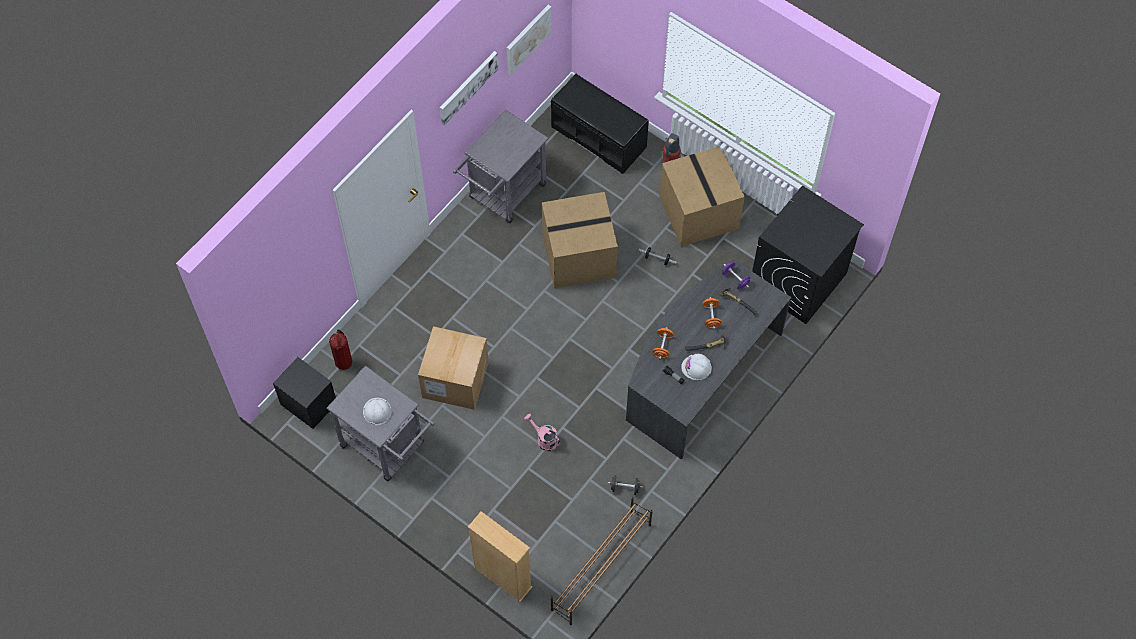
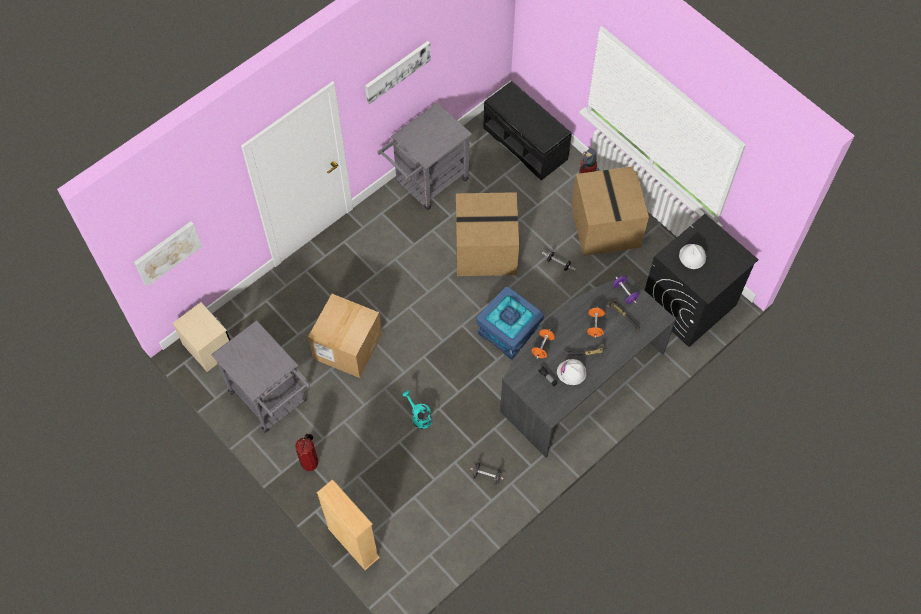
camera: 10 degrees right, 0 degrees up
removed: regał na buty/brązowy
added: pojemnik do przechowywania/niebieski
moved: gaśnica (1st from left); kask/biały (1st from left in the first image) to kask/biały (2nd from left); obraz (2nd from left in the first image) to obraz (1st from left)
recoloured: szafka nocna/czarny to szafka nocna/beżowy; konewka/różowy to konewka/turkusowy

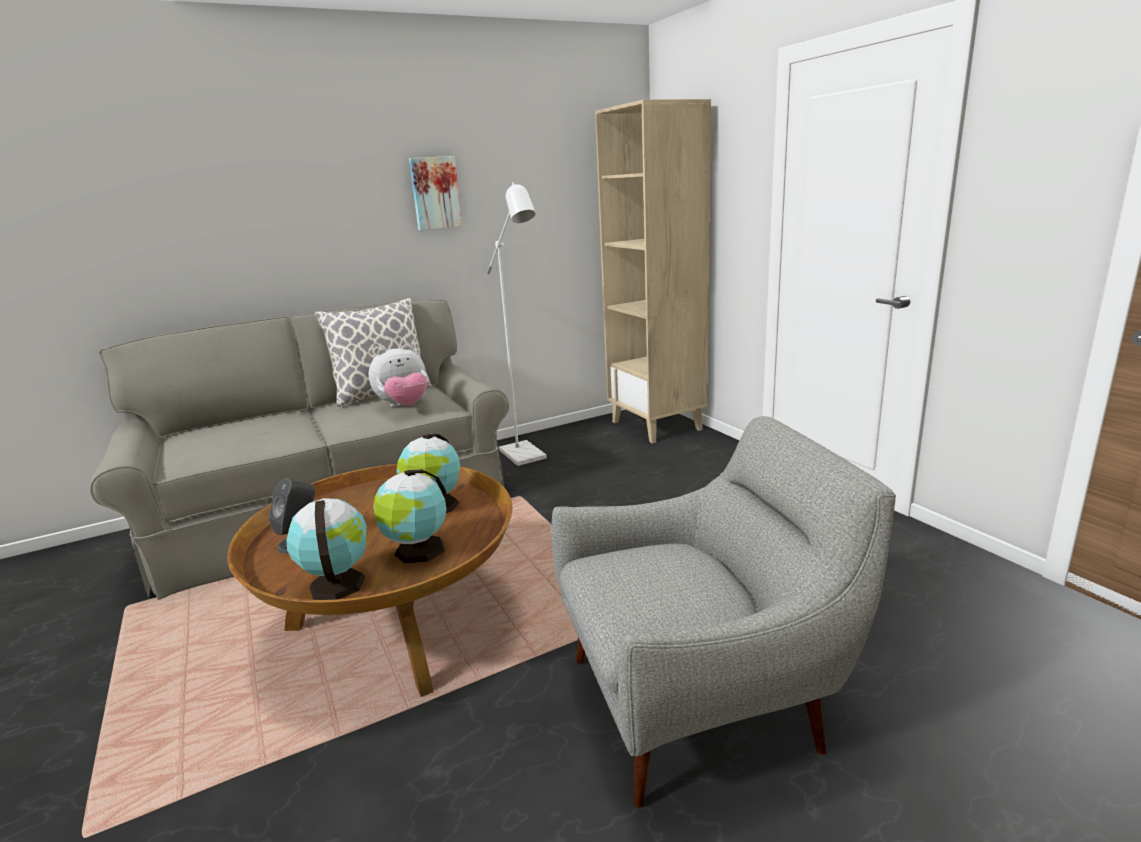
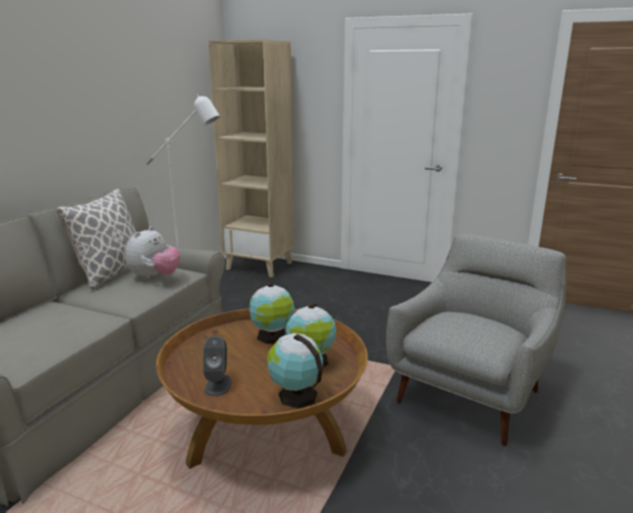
camera: 40 degrees left, 0 degrees up
removed: obraz

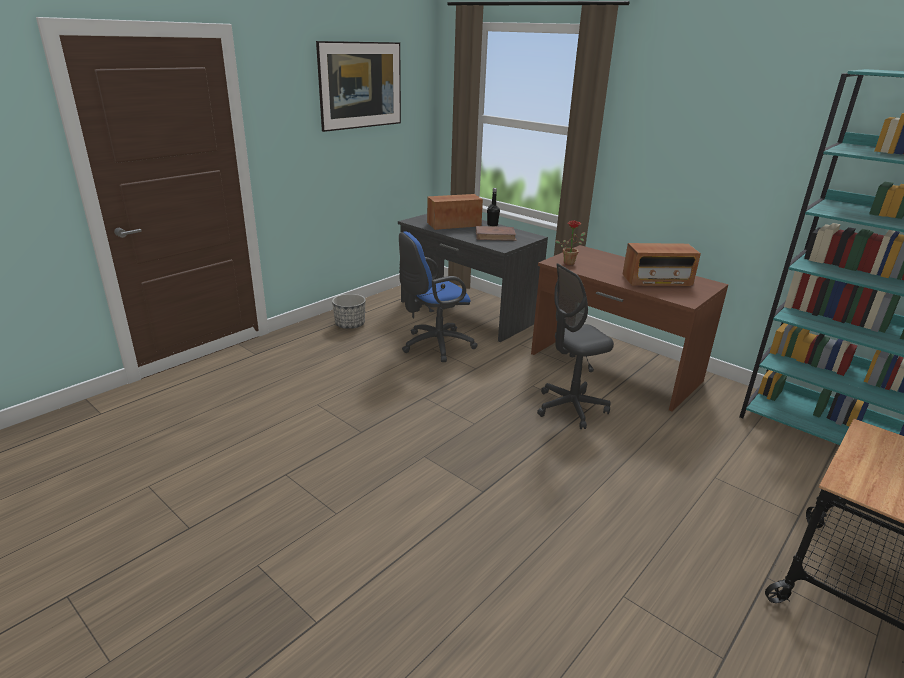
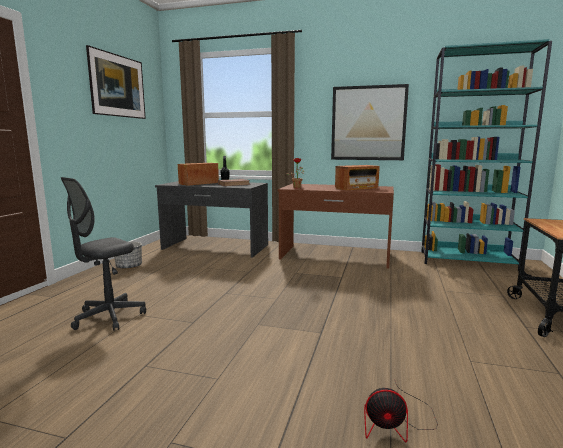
camera: 25 degrees left, 15 degrees down
removed: krzesło biurowe/niebieski
added: obraz (2nd from left); wentylator
moved: krzesło biurowe/szary

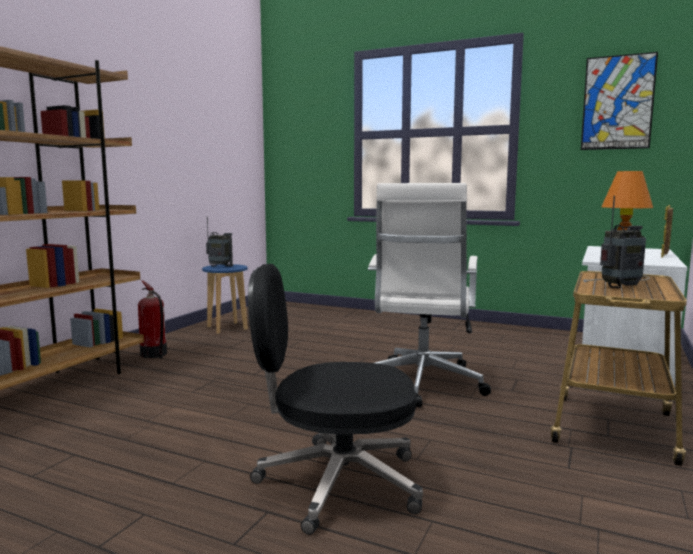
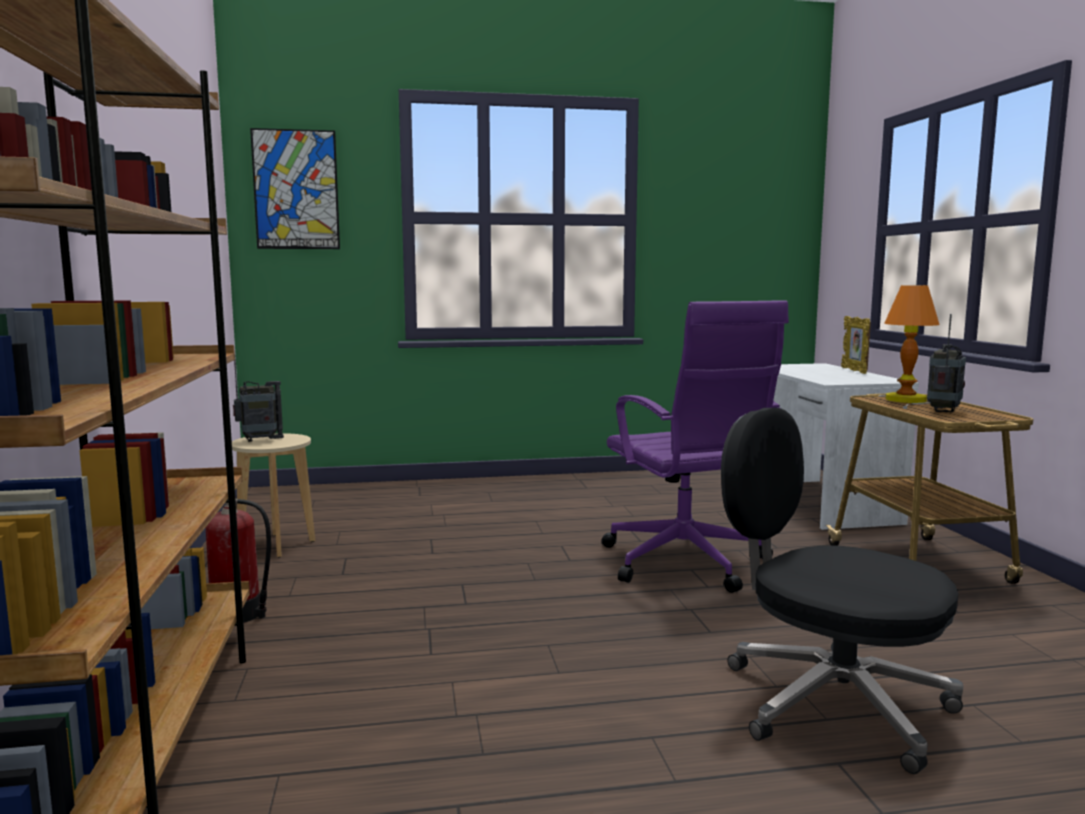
camera: 35 degrees left, 0 degrees up
moved: obraz
recoloured: stołek/niebieski to stołek/beżowy; krzesło biurowe/biały to krzesło biurowe/fioletowy
turned: krzesło biurowe/czarny 75 degrees clockwise

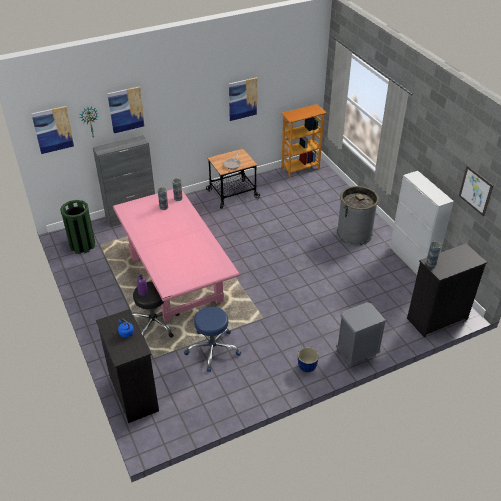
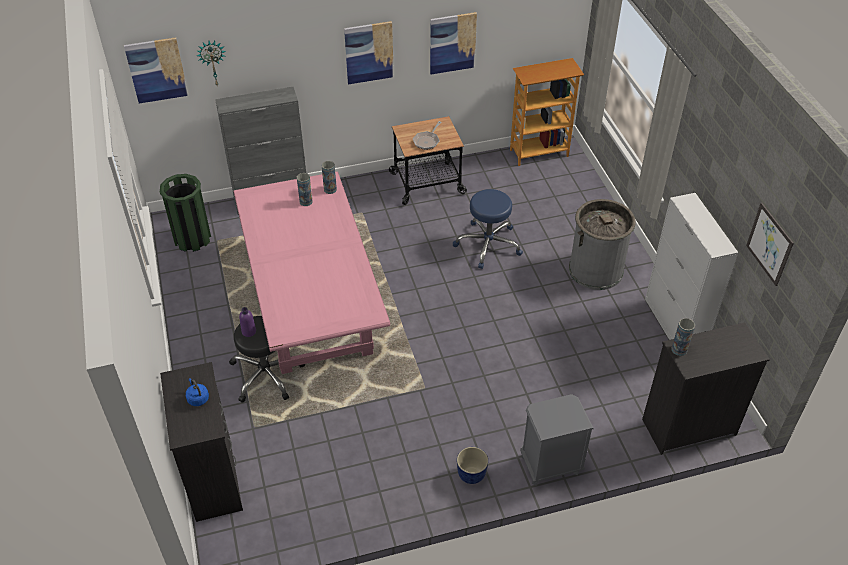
camera: 10 degrees right, 5 degrees up
moved: obraz (2nd from left); stołek/niebieski

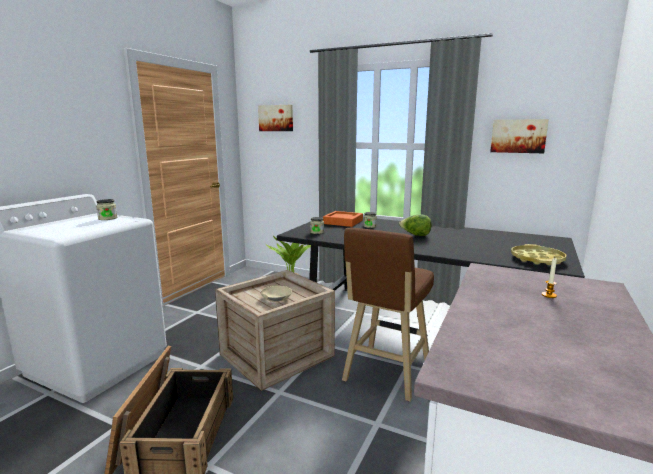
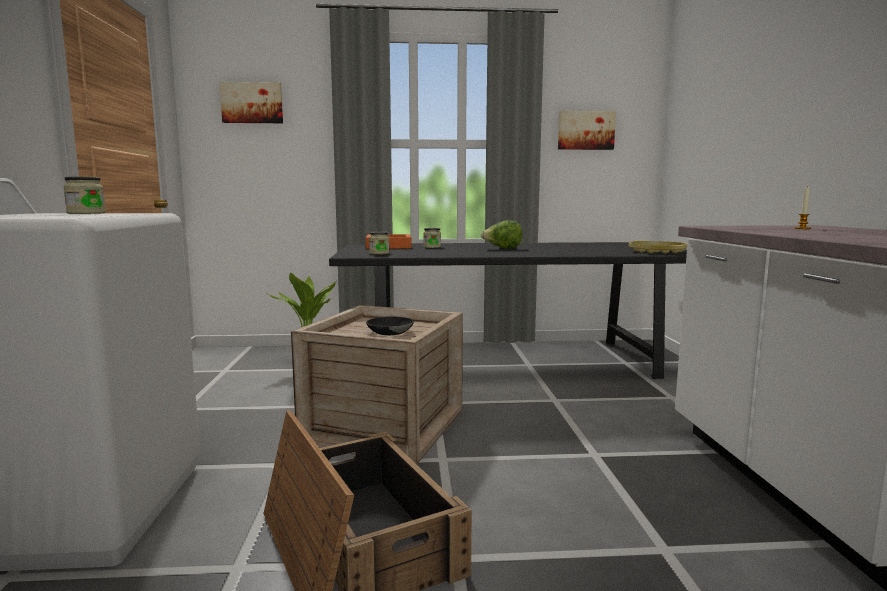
camera: 30 degrees left, 5 degrees down
removed: stołek/brązowy
recoloured: miska/beżowy to miska/czarny

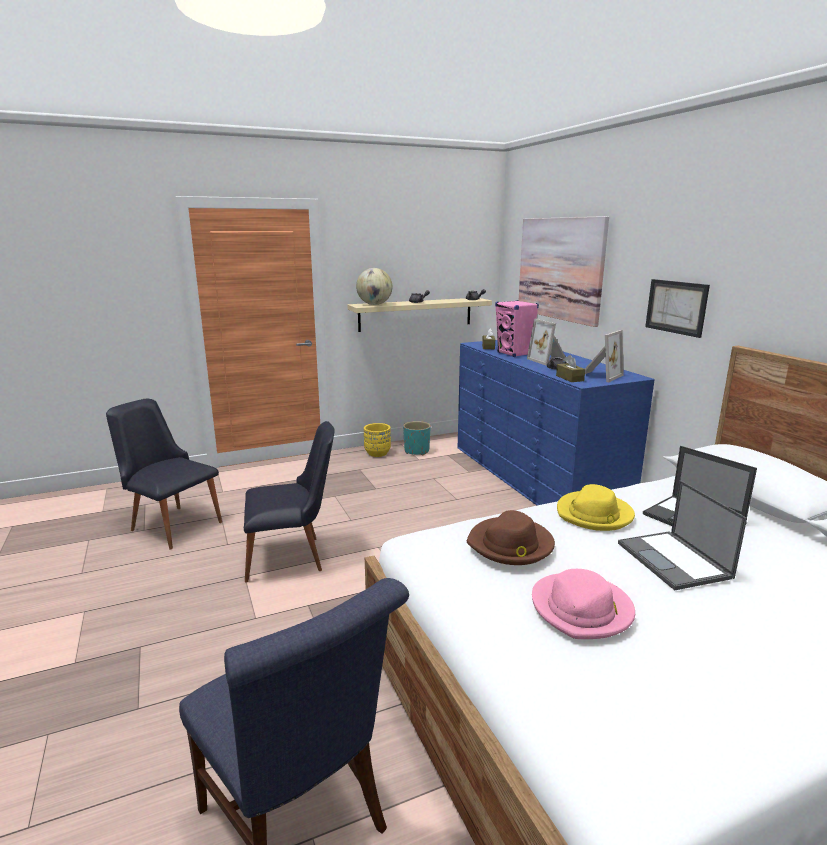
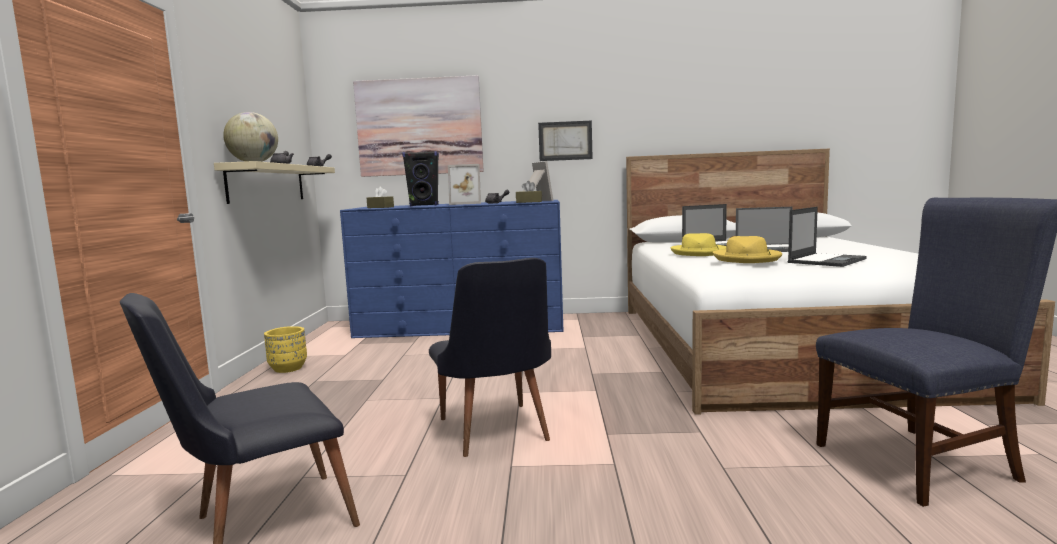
camera: 65 degrees left, 10 degrees down
removed: donica/turkusowy
replaced: kapelusz/różowy to laptop (3rd from left)
recoloured: kapelusz/brązowy to kapelusz/żółty (2nd from left); głośnik/różowy to głośnik/czarny
turned: krzesło/czarny (2nd from left) 150 degrees clockwise

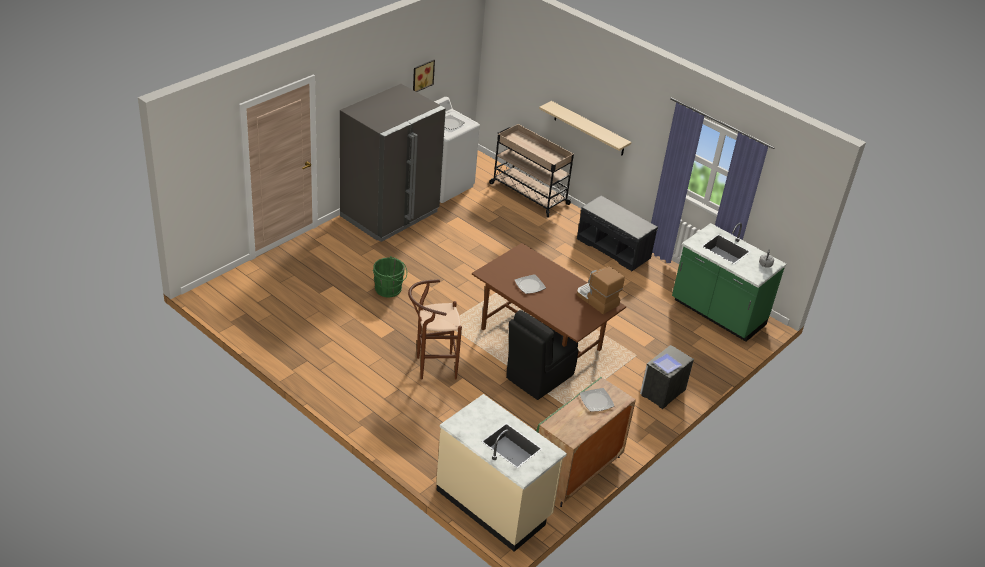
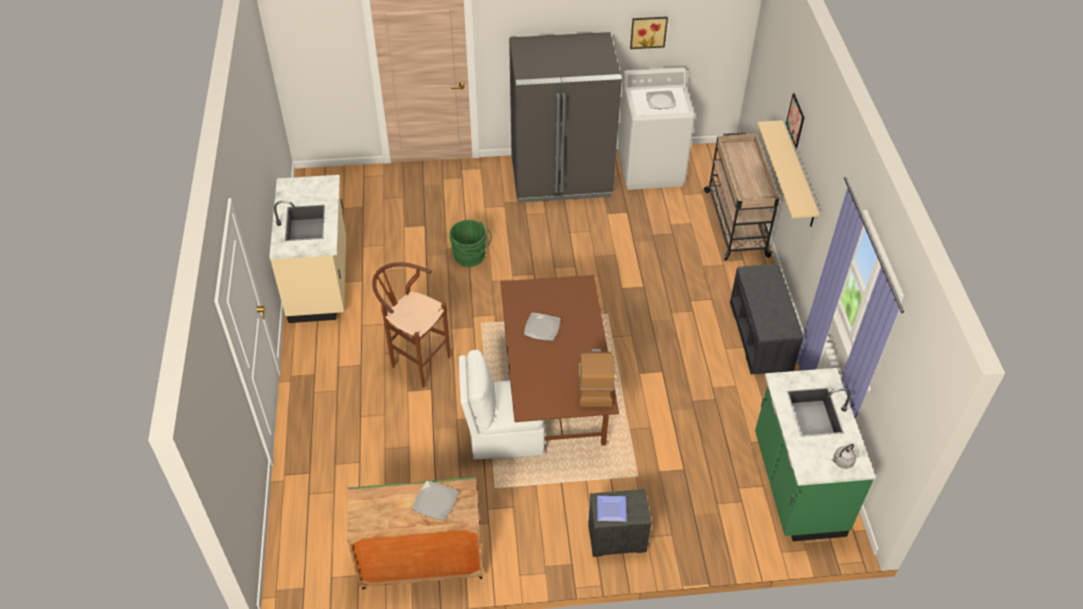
camera: 45 degrees right, 10 degrees up
added: obraz (2nd from left)
moved: zabudowa kuchenna/beżowy
recoloured: krzesło/czarny to krzesło/biały

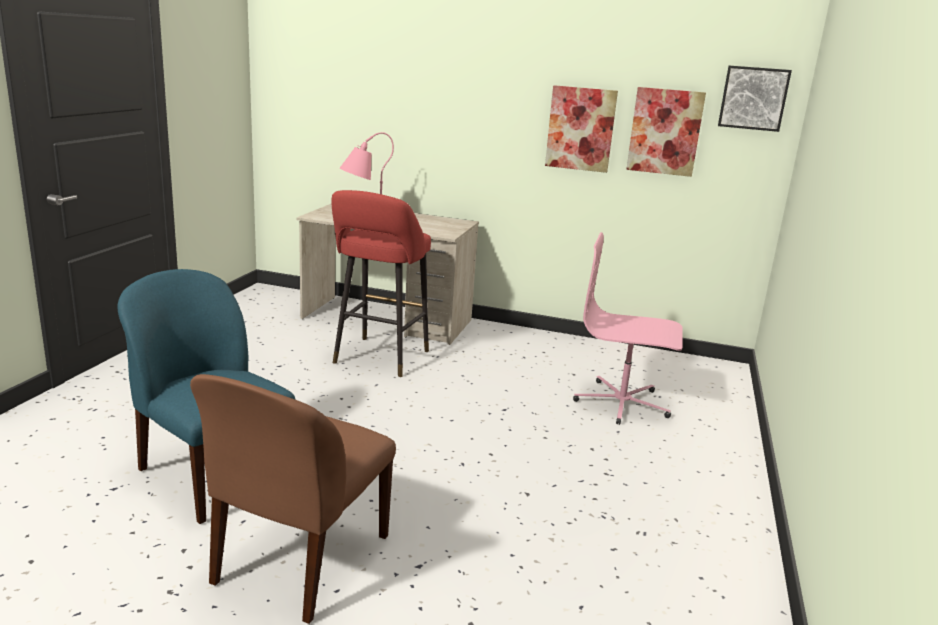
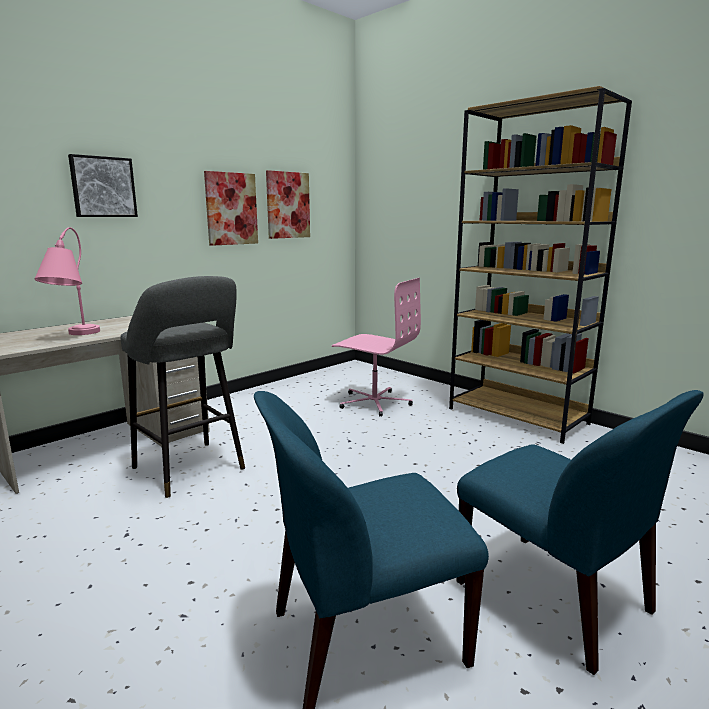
camera: 60 degrees left, 5 degrees down
added: regał/brązowy
moved: obraz (3rd from left in the first image) to obraz (1st from left)
recoloured: krzesło/brązowy to krzesło/niebieski (2nd from left); stołek/czerwony to stołek/szary
turned: krzesło biurowe/różowy 105 degrees counterclockwise

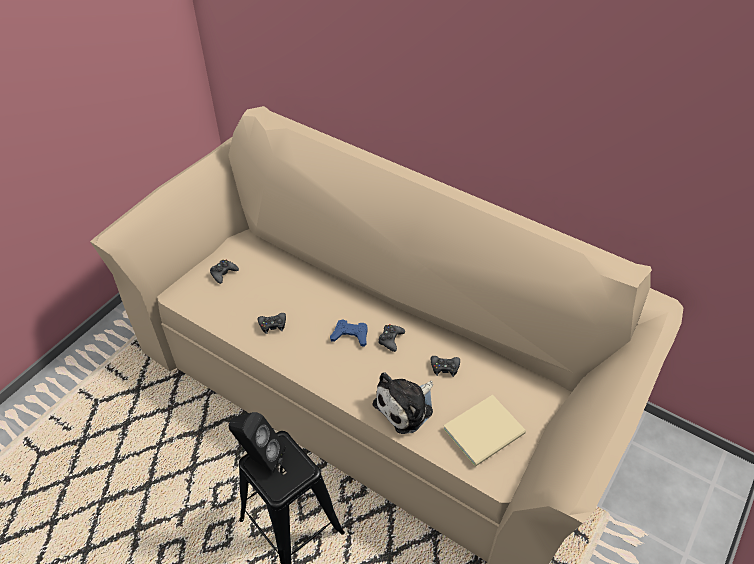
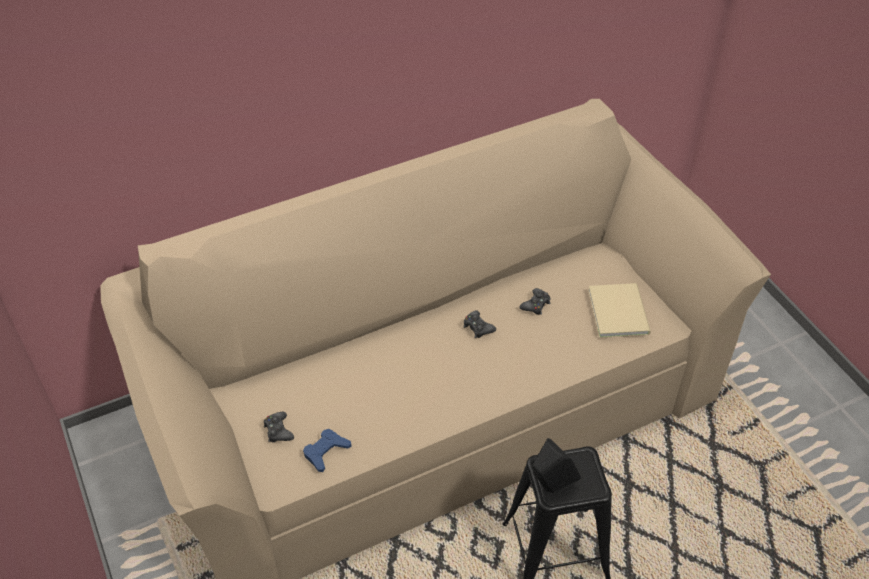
camera: 60 degrees left, 0 degrees up
removed: pad do gier/czarny (2nd from left); pluszak
moved: pad do gier/niebieski

